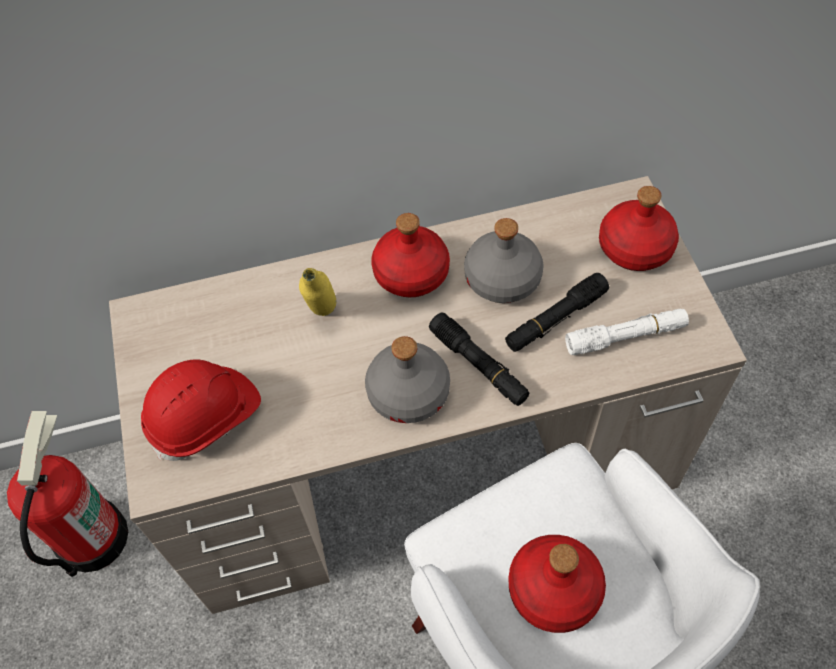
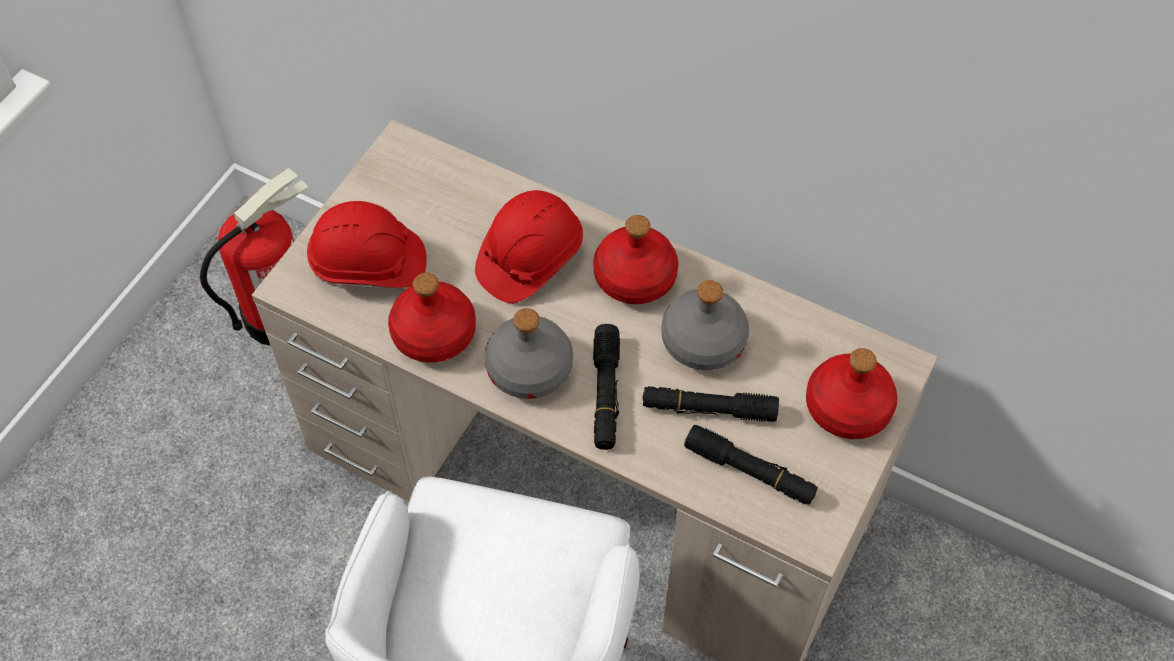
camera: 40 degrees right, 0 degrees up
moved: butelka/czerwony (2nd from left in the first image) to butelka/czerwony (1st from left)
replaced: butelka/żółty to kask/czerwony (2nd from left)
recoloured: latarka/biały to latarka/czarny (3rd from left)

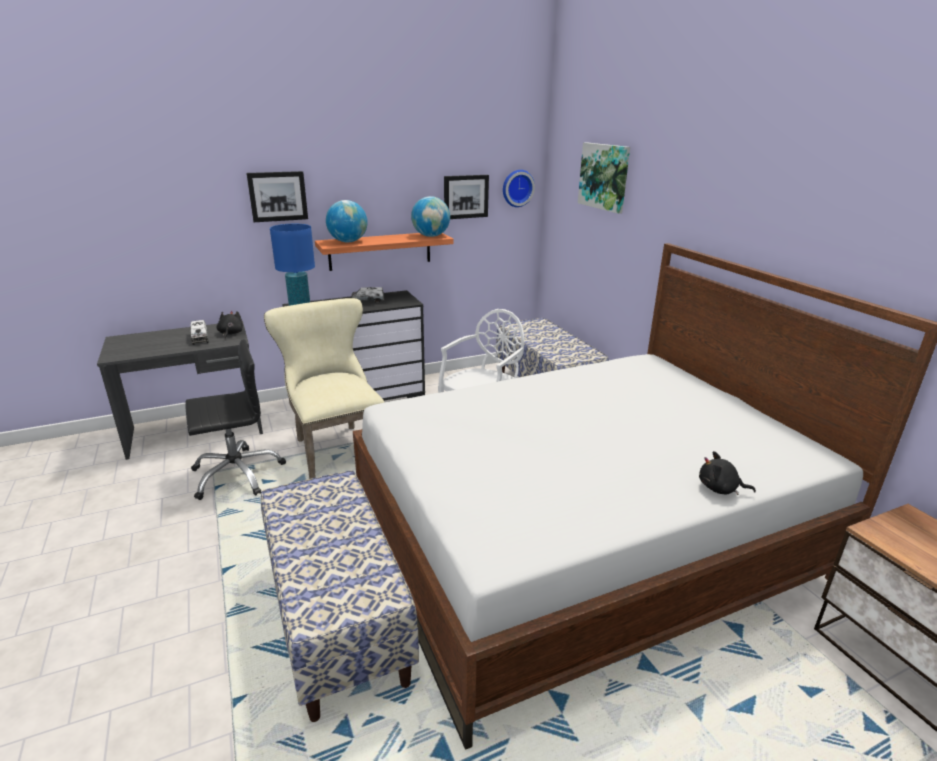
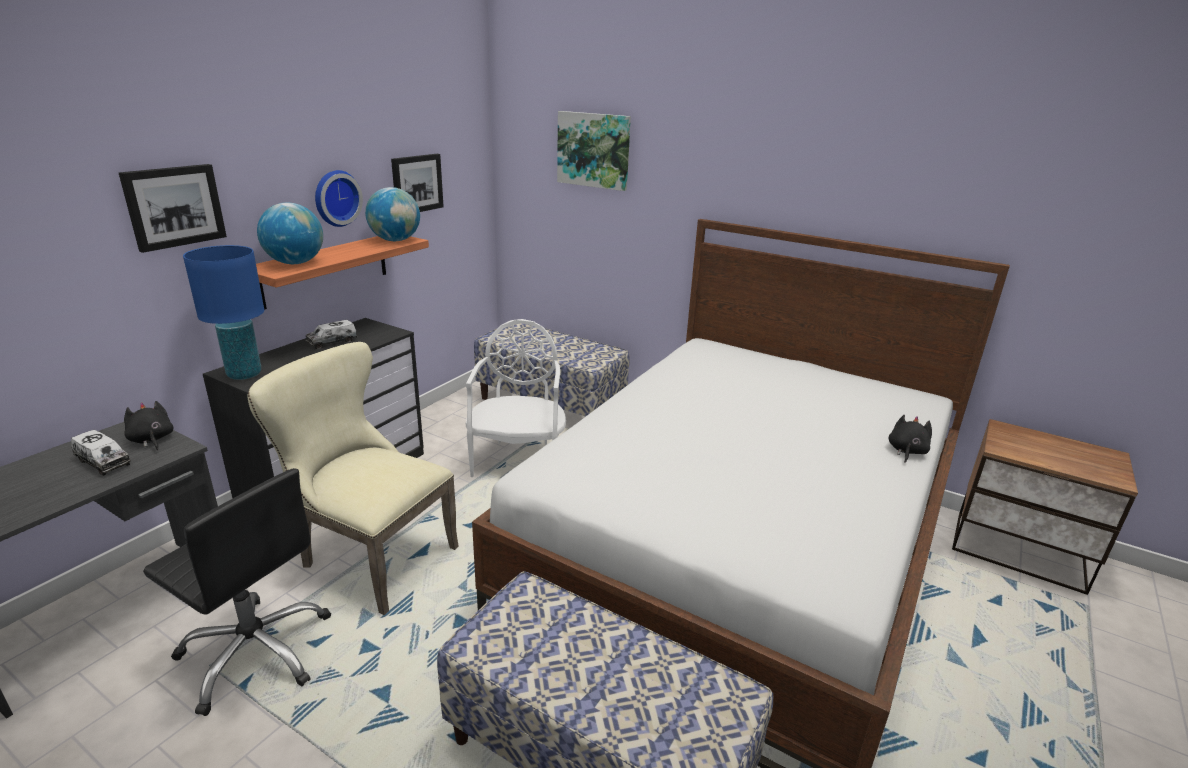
camera: 35 degrees left, 0 degrees up
moved: zegar ścienny
turned: krzesło biurowe/czarny 90 degrees clockwise; pluszak/czarny (2nd from left) 135 degrees clockwise

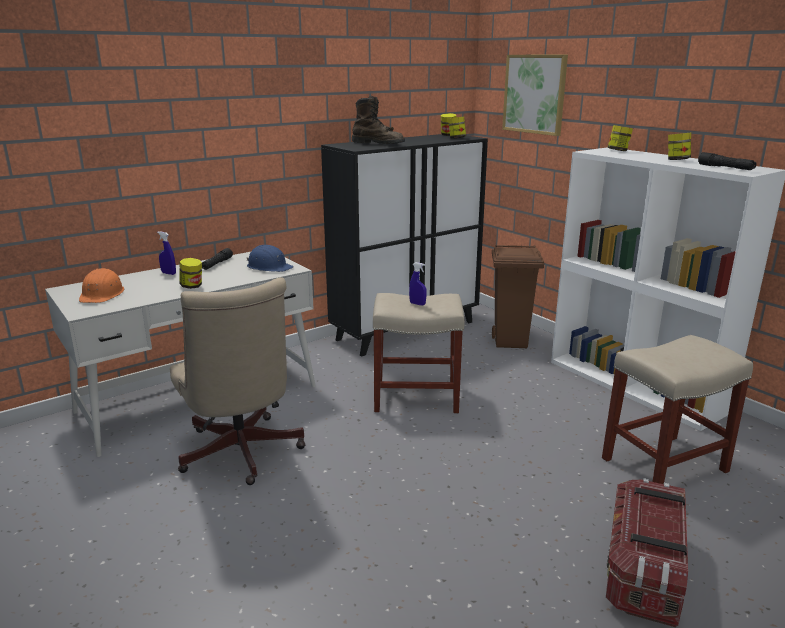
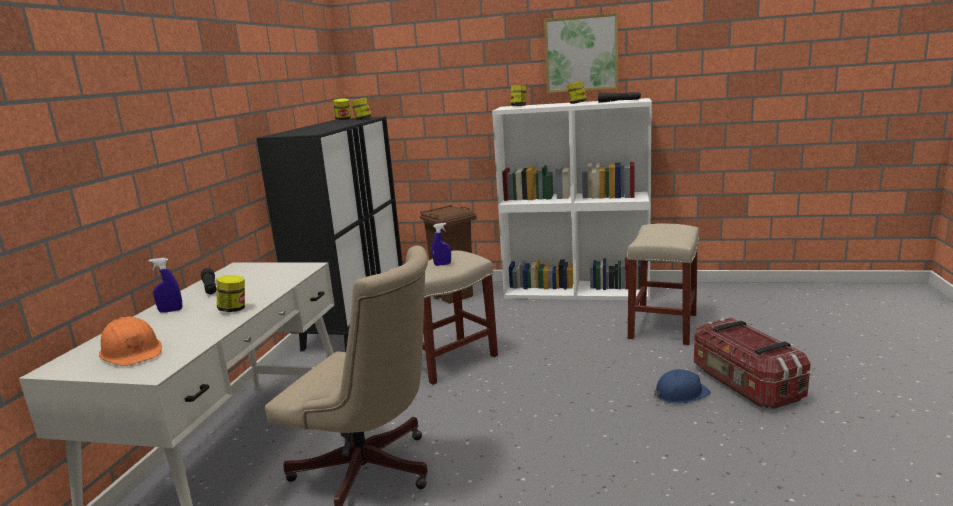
camera: 40 degrees left, 5 degrees down
removed: but z cholewką/brązowy
moved: kask/niebieski; obraz

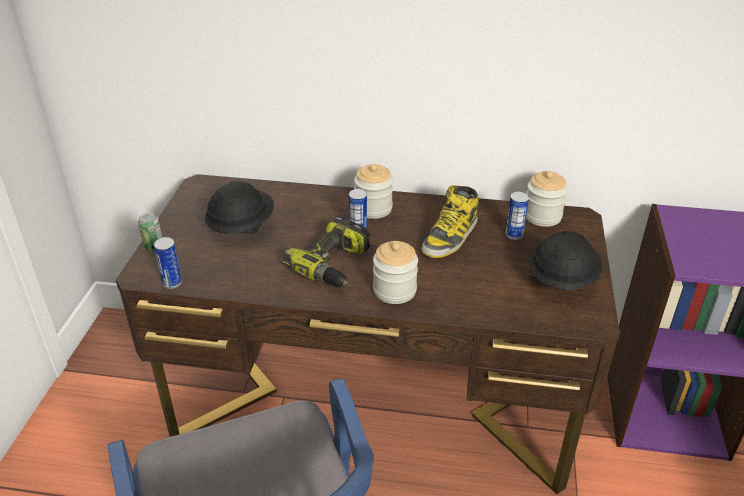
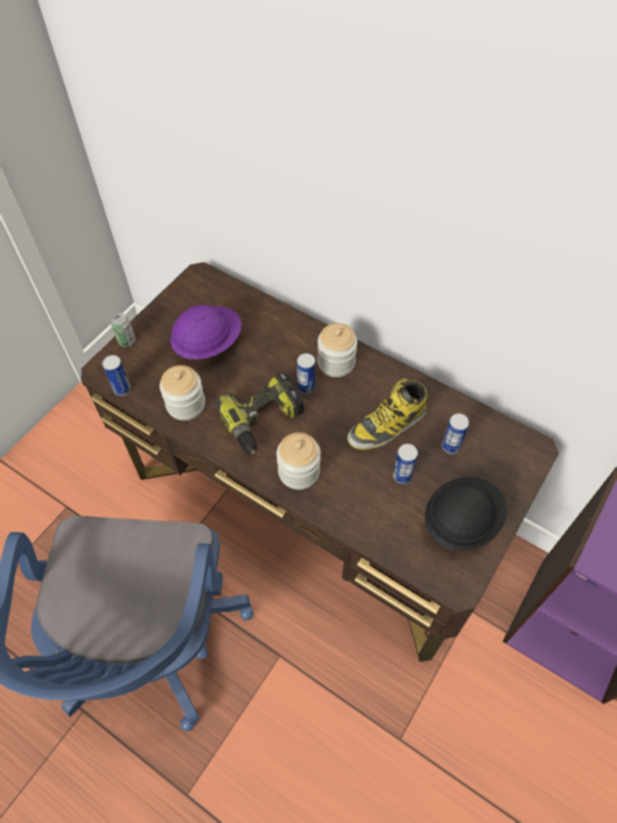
camera: 25 degrees right, 20 degrees up
added: puszka (4th from left)
moved: słoik (3rd from left in the first image) to słoik (1st from left)
recoloured: kask/czarny (1st from left) to kask/fioletowy

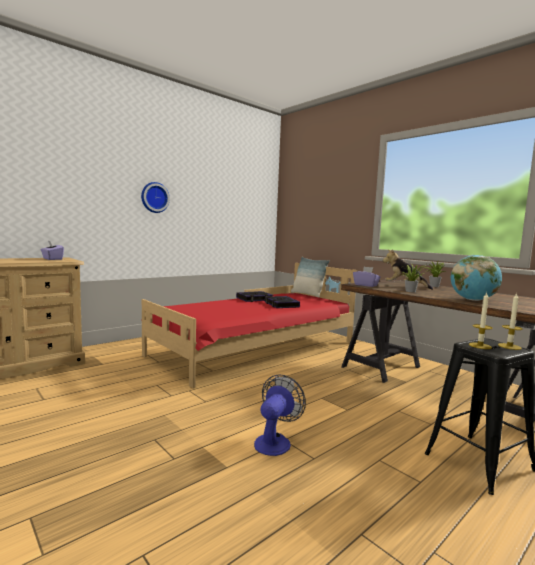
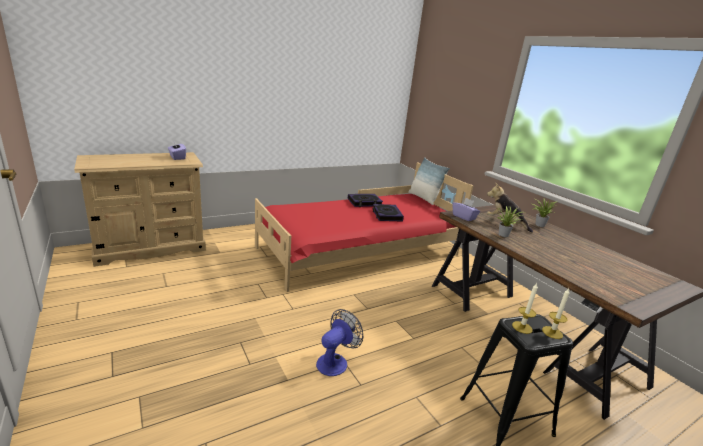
camera: 10 degrees right, 15 degrees up
removed: zegar ścienny; globus

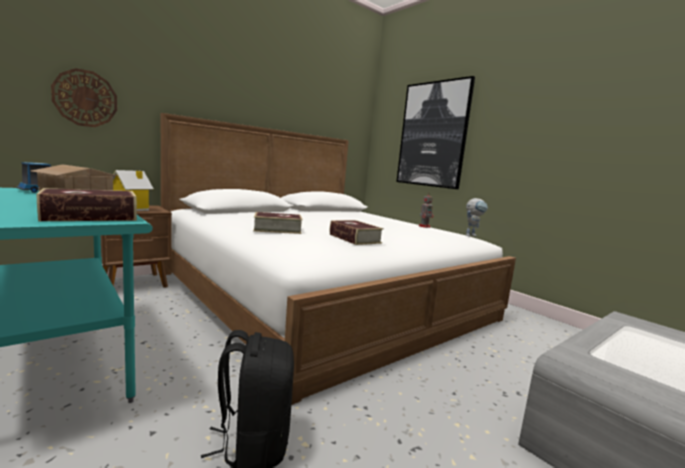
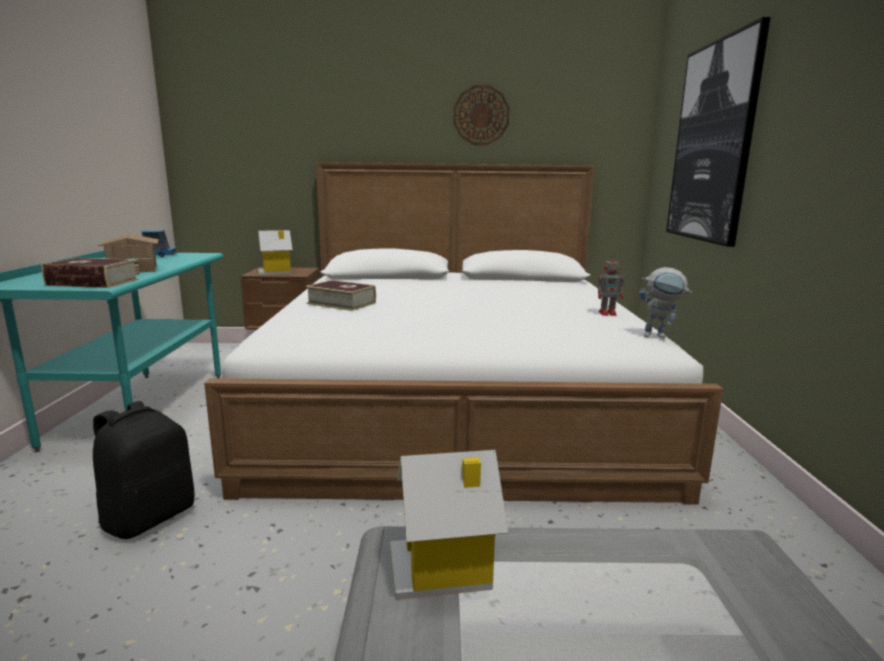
camera: 40 degrees right, 5 degrees up
removed: książka (3rd from left)
added: domek (3rd from left)
moved: zegar ścienny

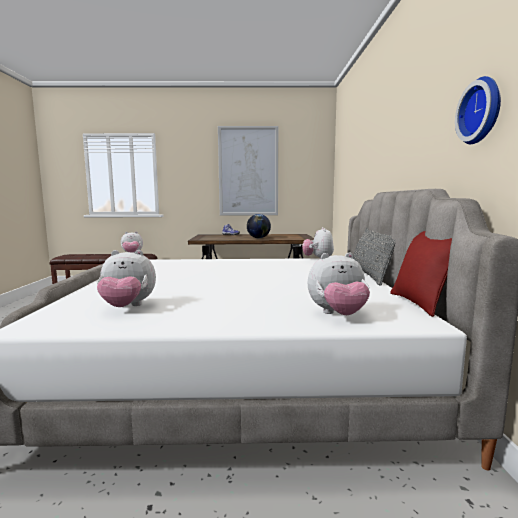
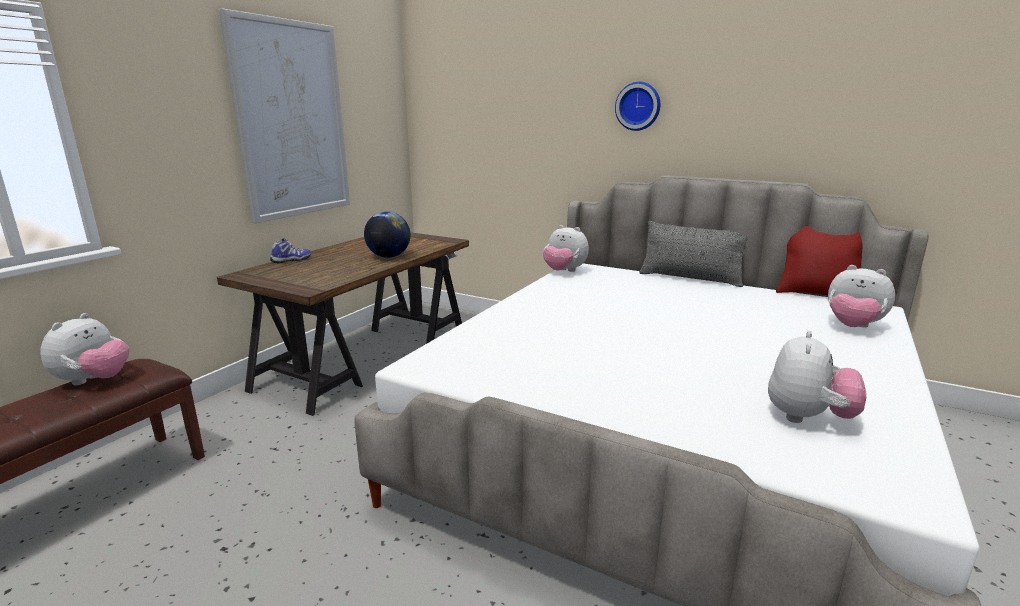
camera: 60 degrees left, 10 degrees up
moved: zegar ścienny
turned: pluszak (4th from left) 105 degrees clockwise

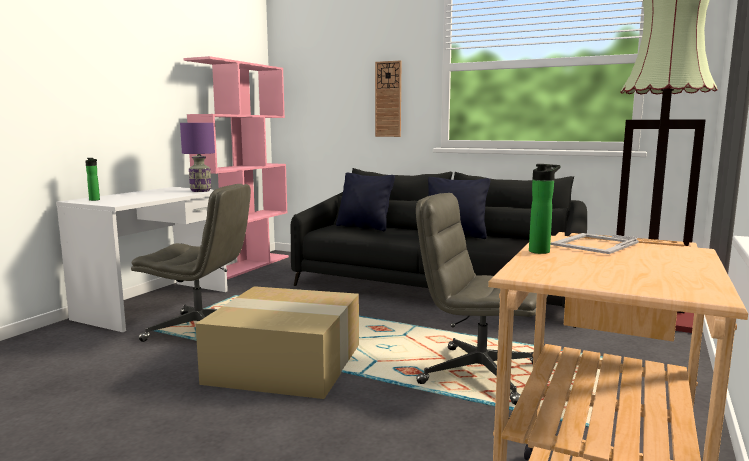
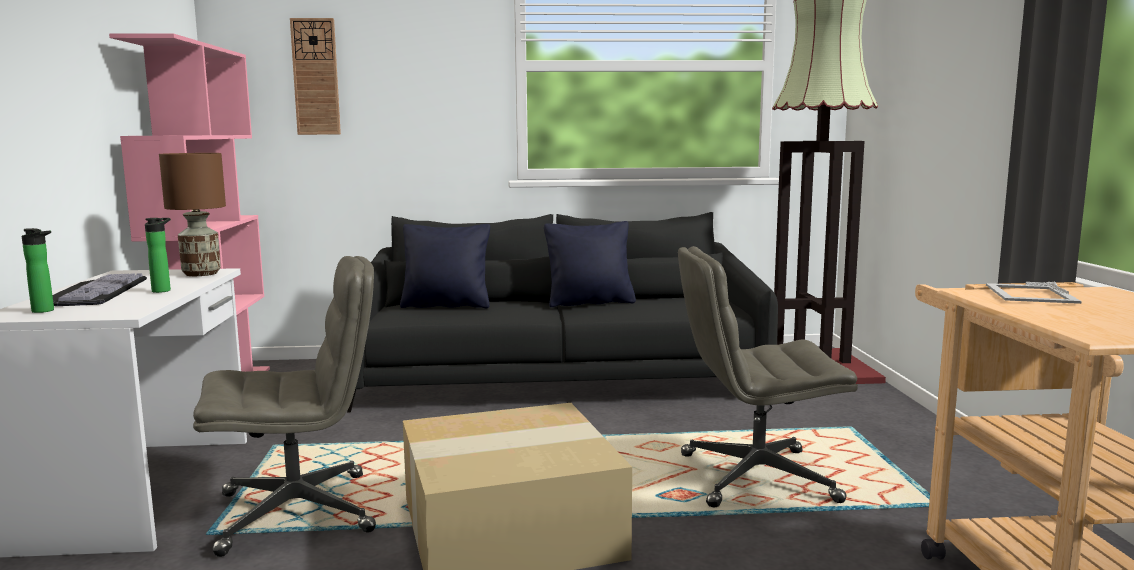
camera: 30 degrees left, 0 degrees up
added: klawiatura
moved: zegar ścienny; butelka (2nd from left)
recoloured: lampa stołowa/fioletowy to lampa stołowa/brązowy

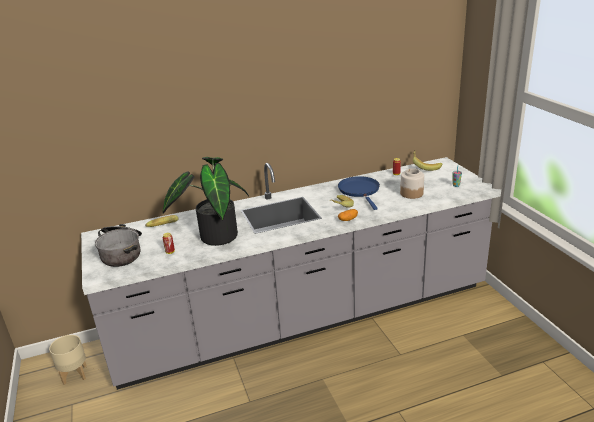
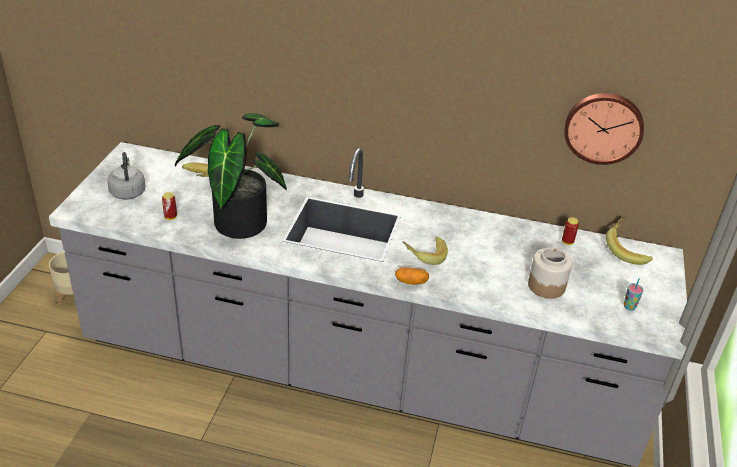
camera: 30 degrees right, 10 degrees up
removed: patelnia/niebieski
added: zegar ścienny
replaced: garnek to czajnik/szary

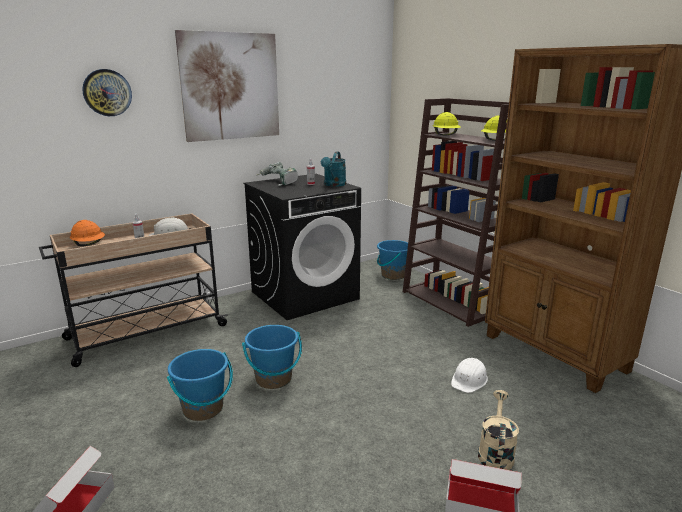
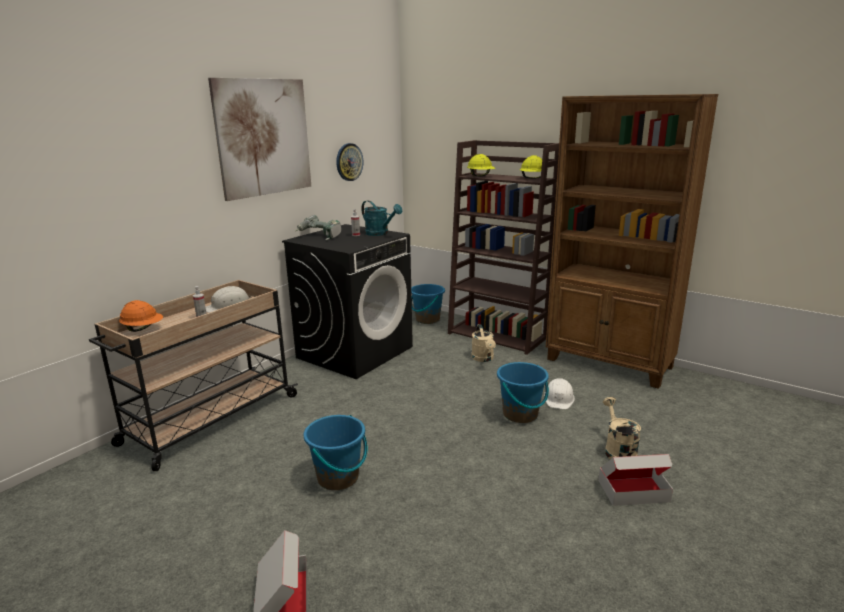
camera: 20 degrees left, 0 degrees up
added: konewka/beżowy (1st from left)
moved: zegar ścienny; wiadro/niebieski (2nd from left in the first image) to wiadro/niebieski (3rd from left)
turned: konewka/turkusowy 45 degrees counterclockwise

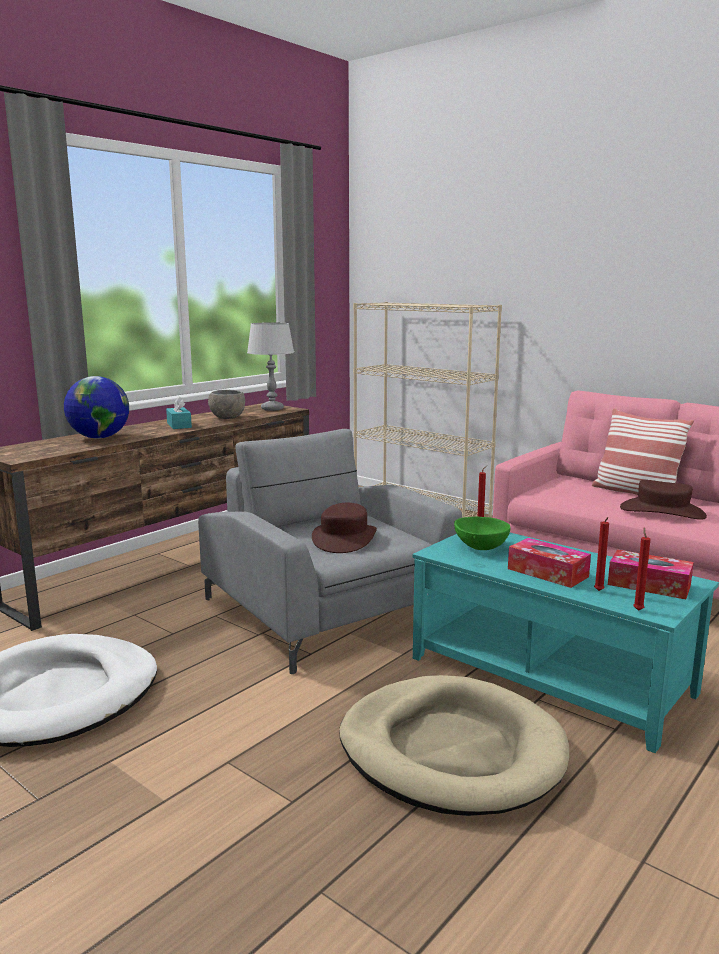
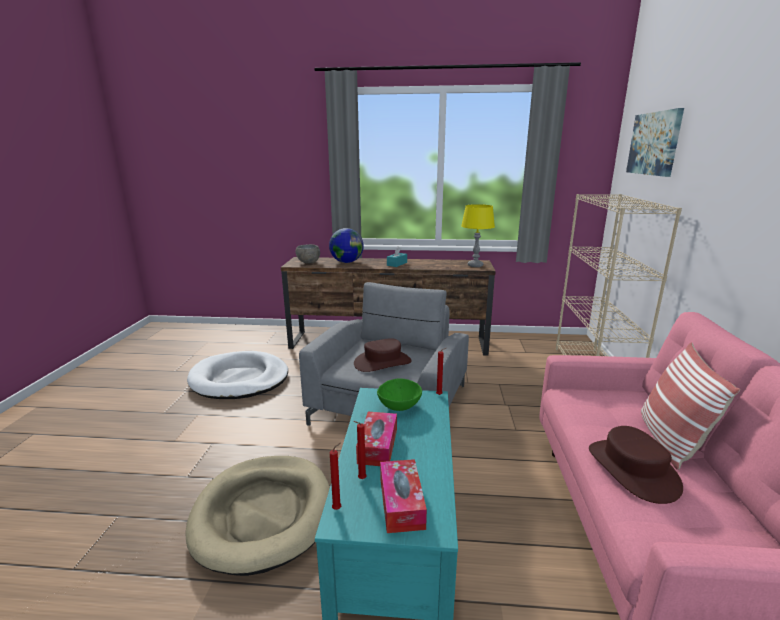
camera: 55 degrees right, 5 degrees up
added: obraz
moved: miska/szary
recoloured: lampa stołowa/szary to lampa stołowa/żółty

